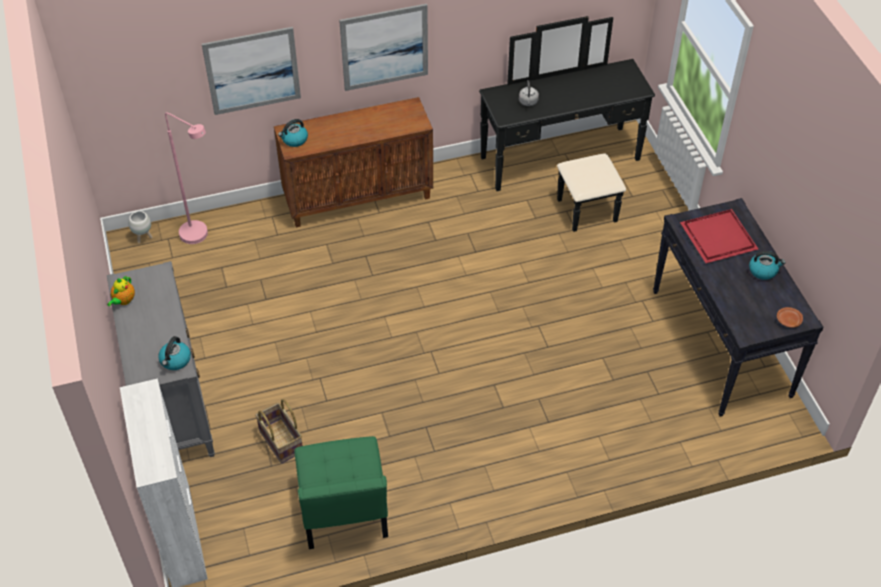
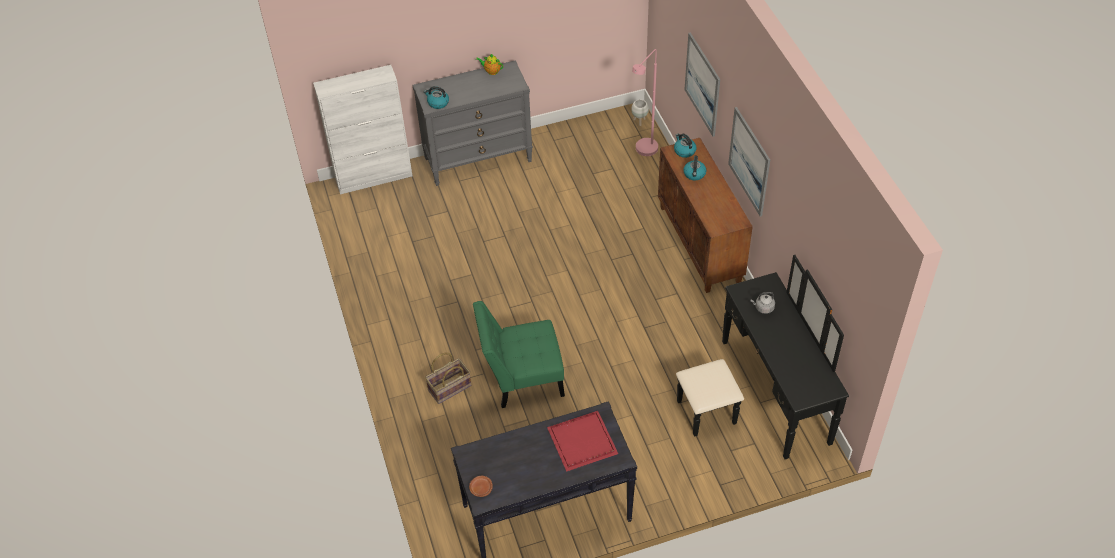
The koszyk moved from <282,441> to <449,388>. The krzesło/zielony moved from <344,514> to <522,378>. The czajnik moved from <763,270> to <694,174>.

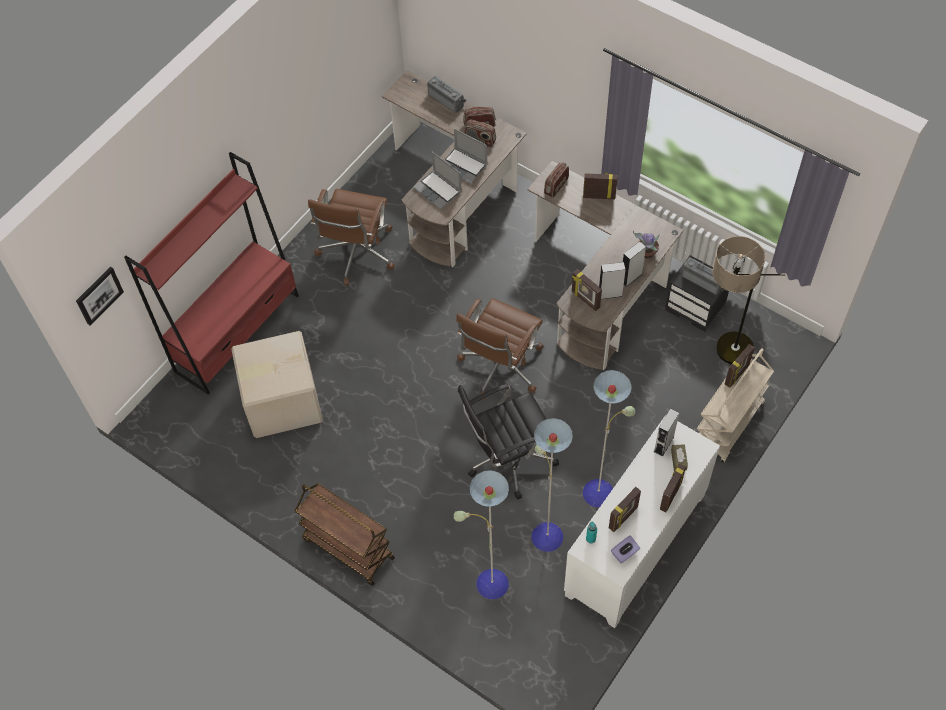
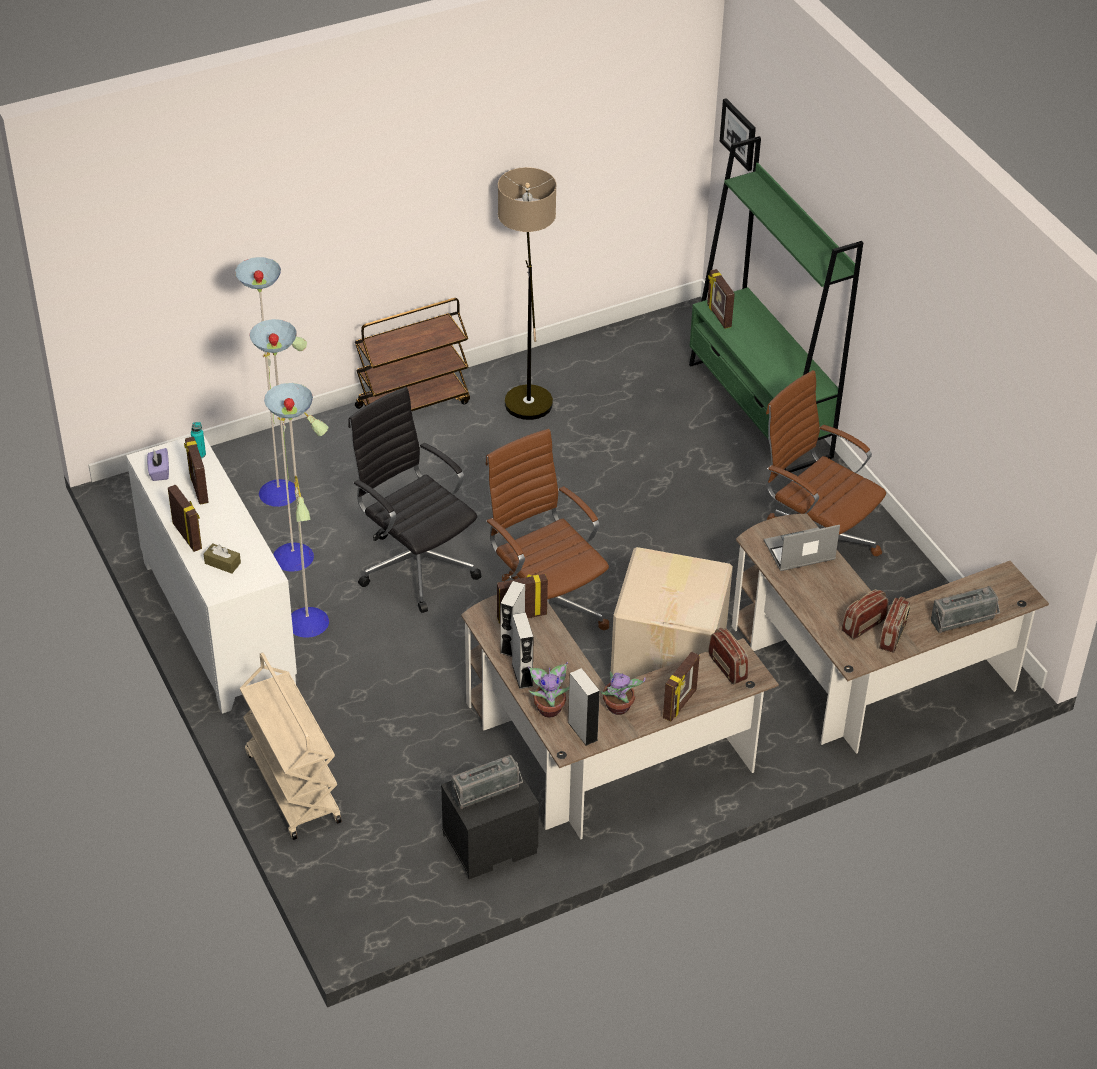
The laptop at <464,166> disappeared. The roślina doniczkowa at <618,708> appeared. The karton moved from <281,401> to <670,656>. The głośnik/szary moved from <663,444> to <582,731>. The lampa stojąca moved from <722,356> to <527,391>. The ramka na zdjęcie moved from <737,375> to <718,316>. The regał/czerwony at <237,333> became the regał/zielony at <759,410>. The krzesło biurowe/czarny at <508,458> turned 45 degrees counterclockwise.

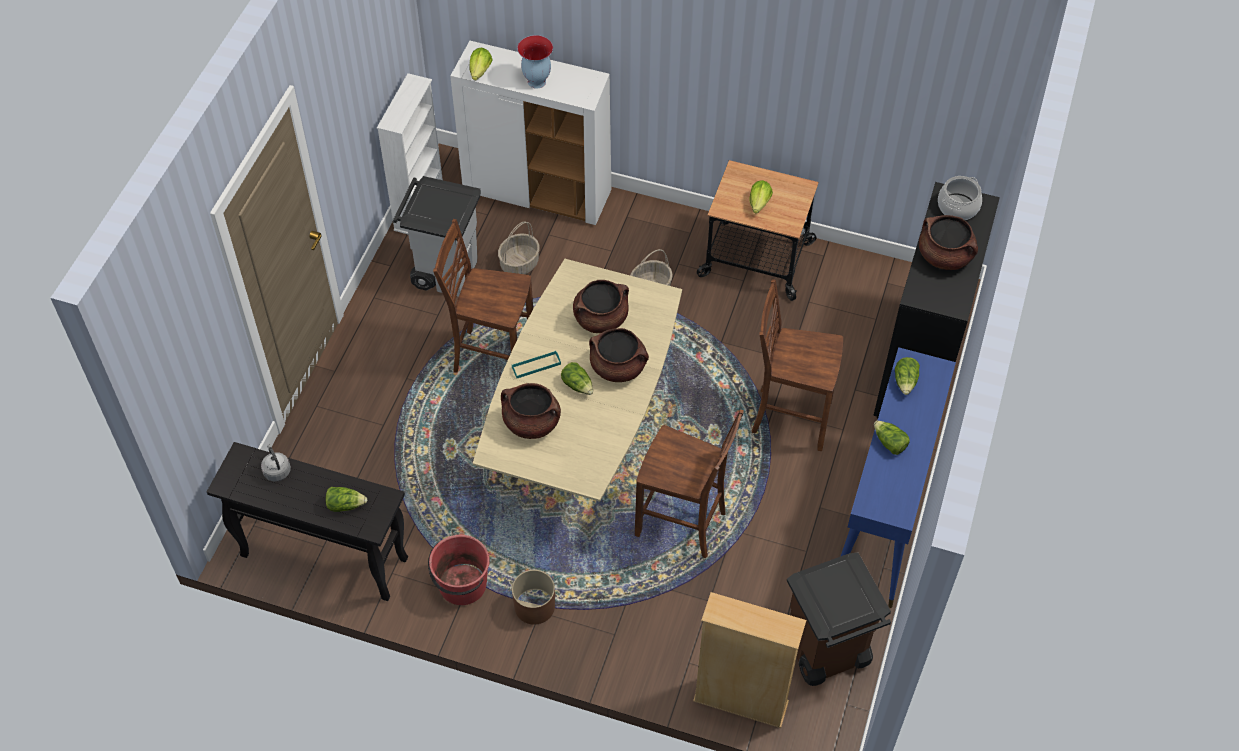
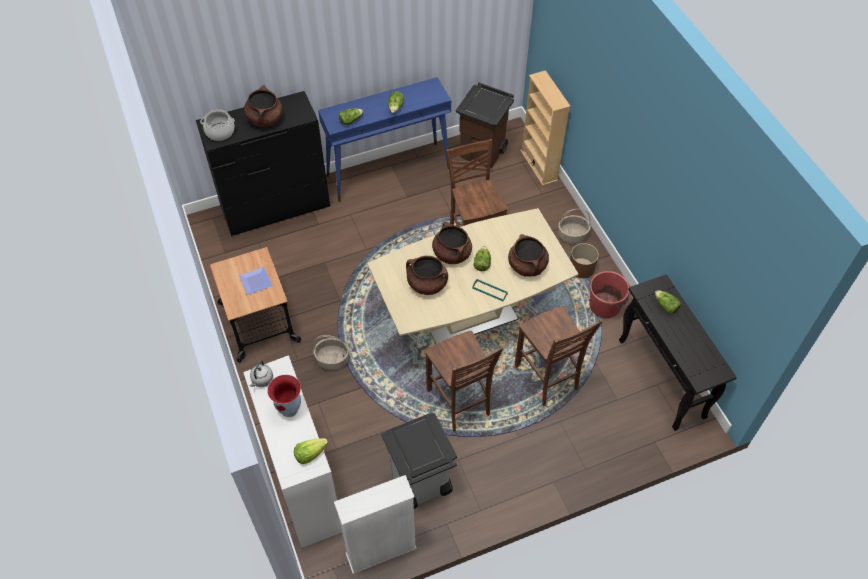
The czajnik/szary moved from <276,470> to <262,380>. The koszyk moved from <519,263> to <572,235>. The krzesło/brązowy moved from <789,417> to <547,378>. The sałata at <759,203> was replaced by the talerz at <254,281>.

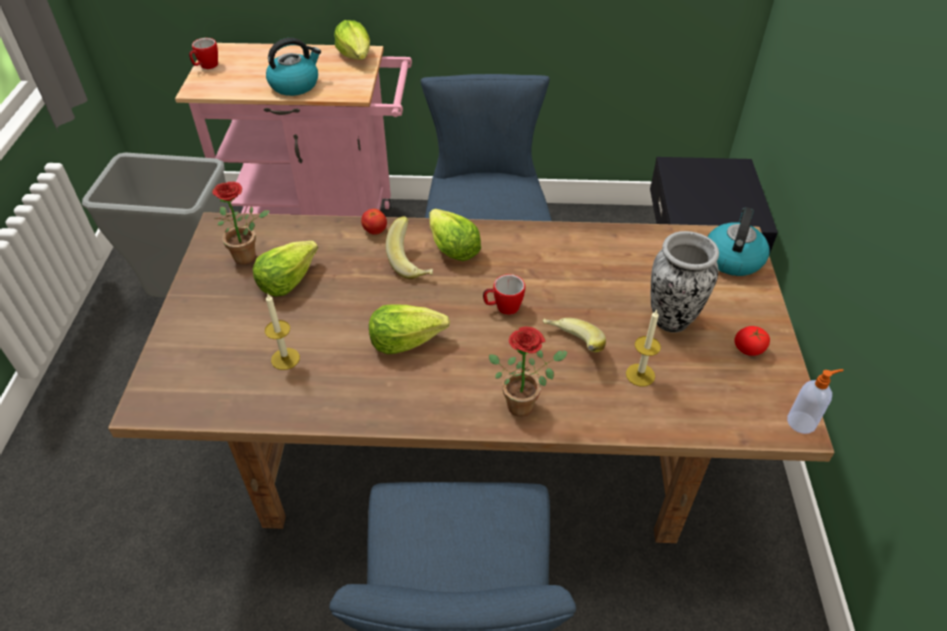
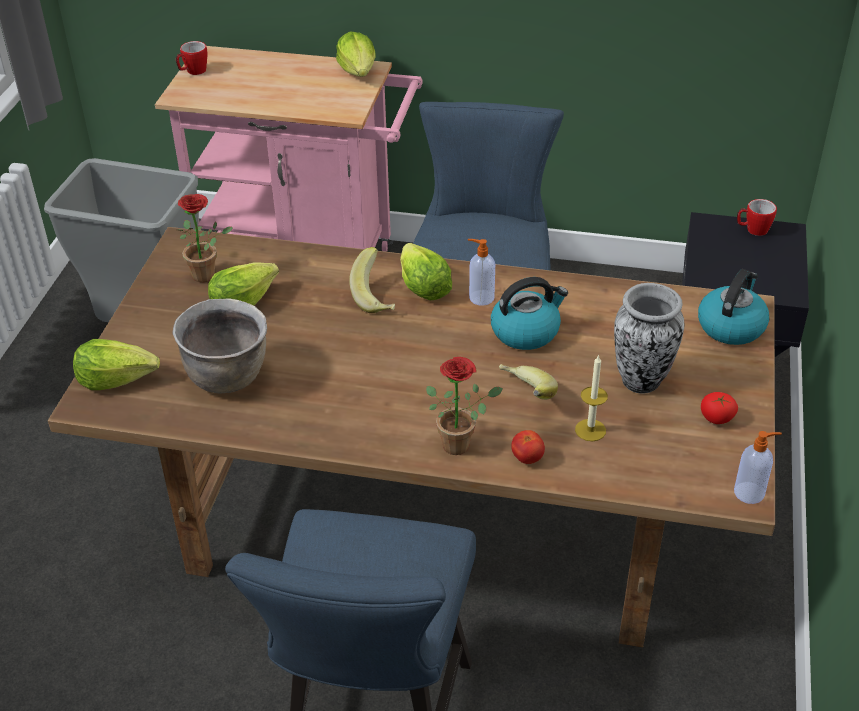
The dozownik mydła at <480,297> appeared. The czajnik moved from <295,85> to <526,331>. The pomidor moved from <375,231> to <527,458>. The sałata moved from <406,340> to <117,379>. The kubek moved from <503,307> to <752,230>. The świeca at <285,359> was replaced by the garnek/brązowy at <228,376>.

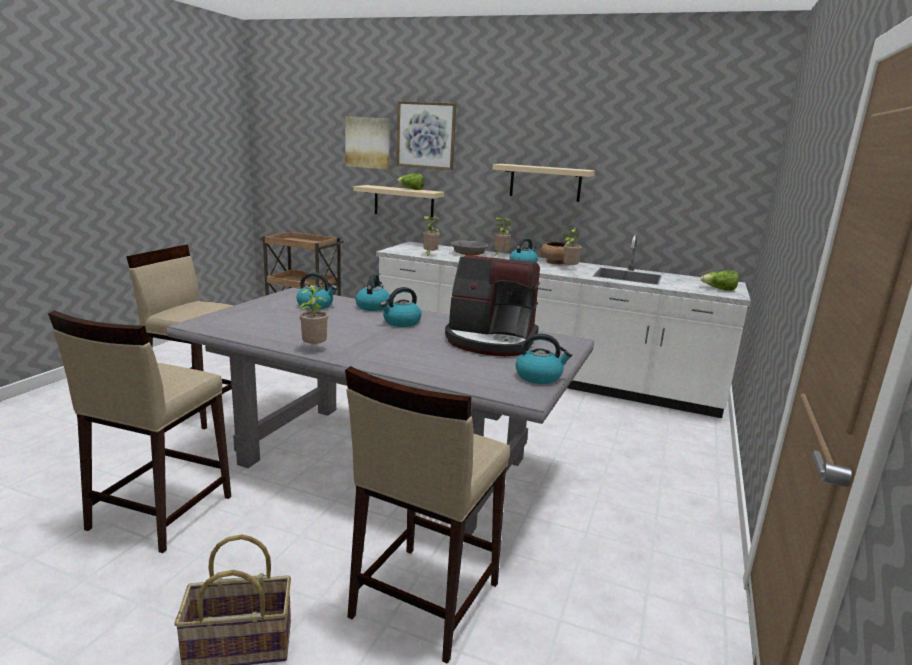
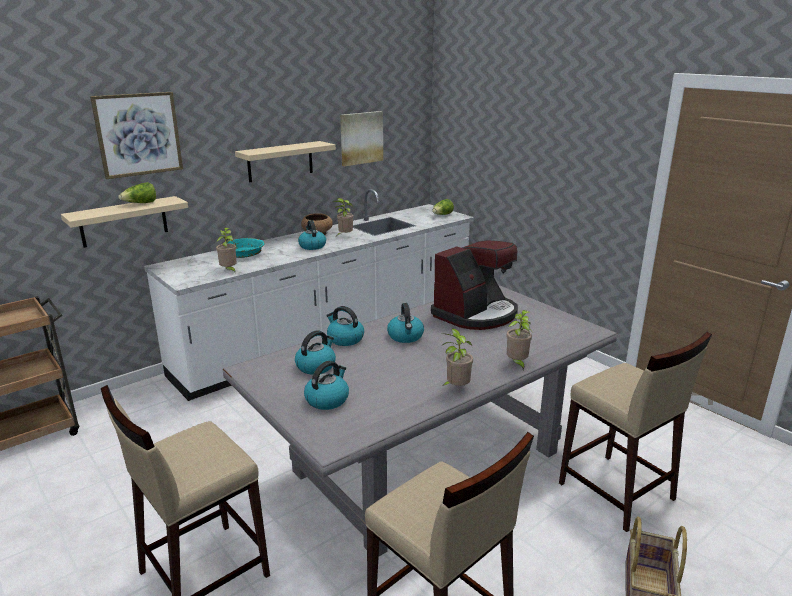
The obraz moved from <368,142> to <361,138>. The roślina doniczkowa moved from <500,256> to <517,364>. The czajnik moved from <539,377> to <327,399>. The miska/szary at <469,254> became the miska/turkusowy at <244,254>.

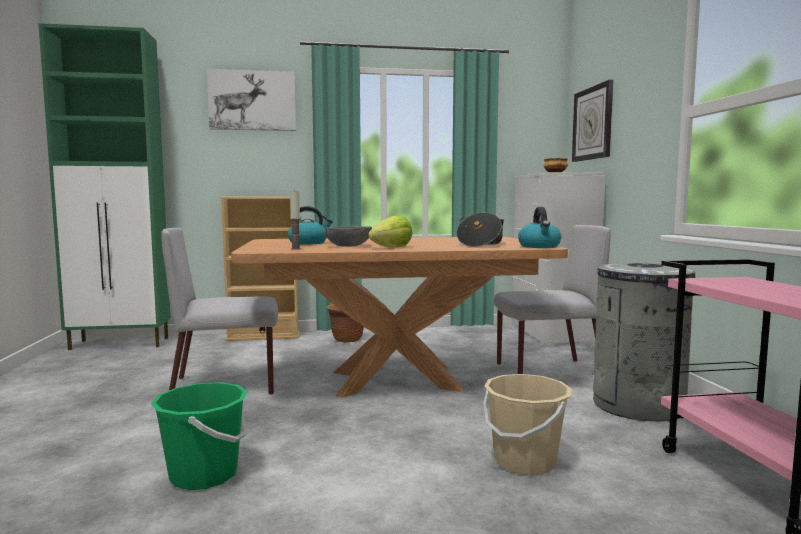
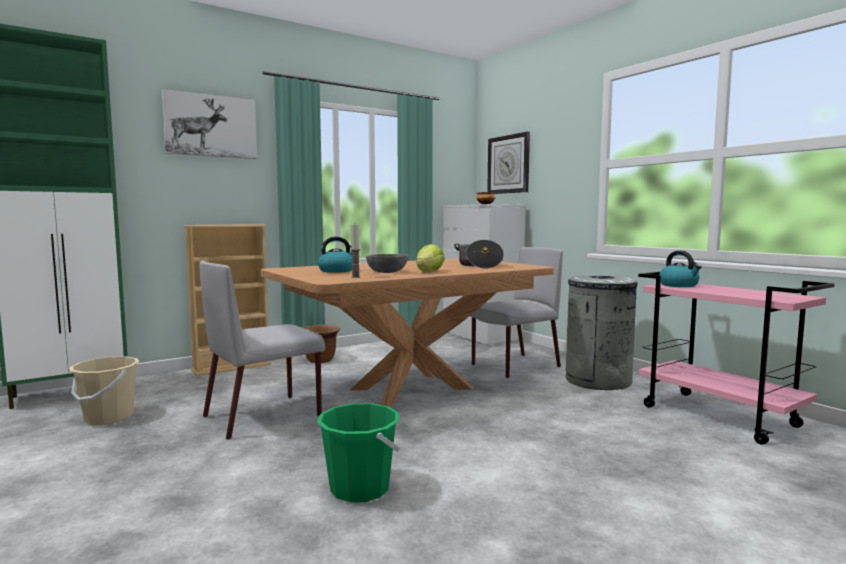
The wiadro/beżowy moved from <525,461> to <108,417>. The czajnik moved from <539,246> to <679,285>.

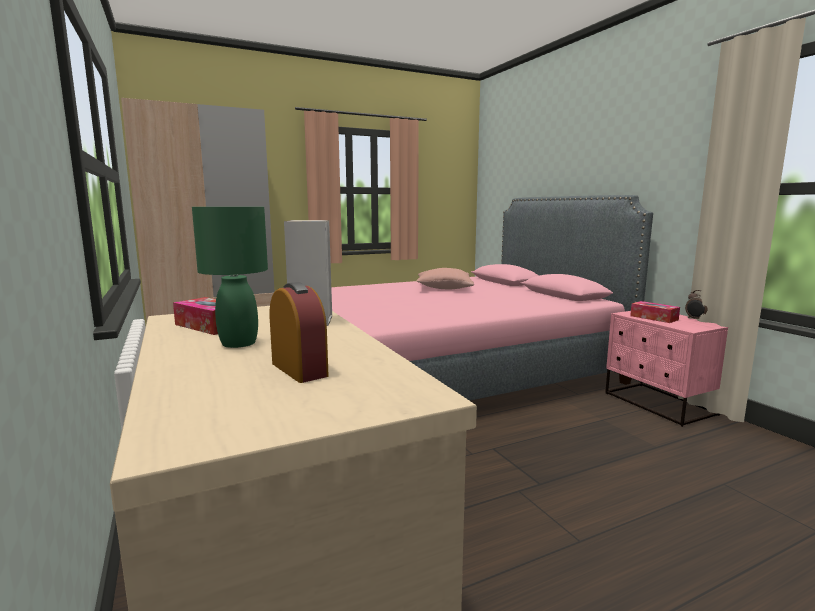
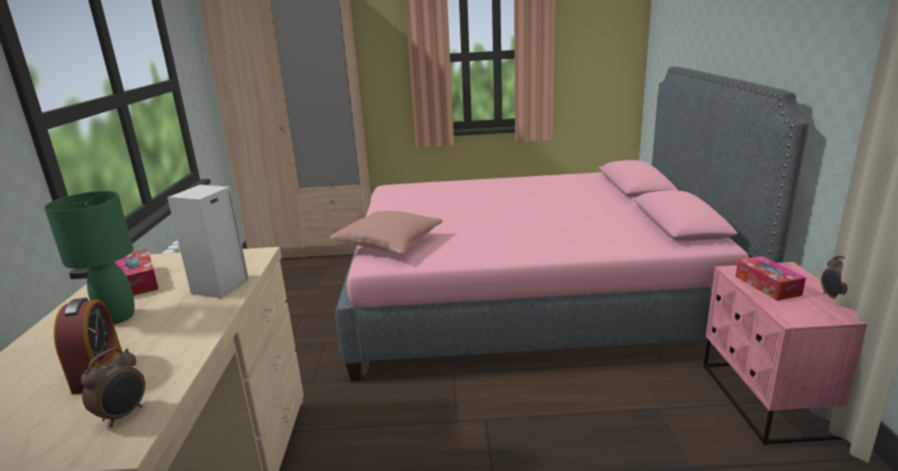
The budzik at <124,415> appeared. The poduszka/różowy moved from <444,288> to <389,244>.

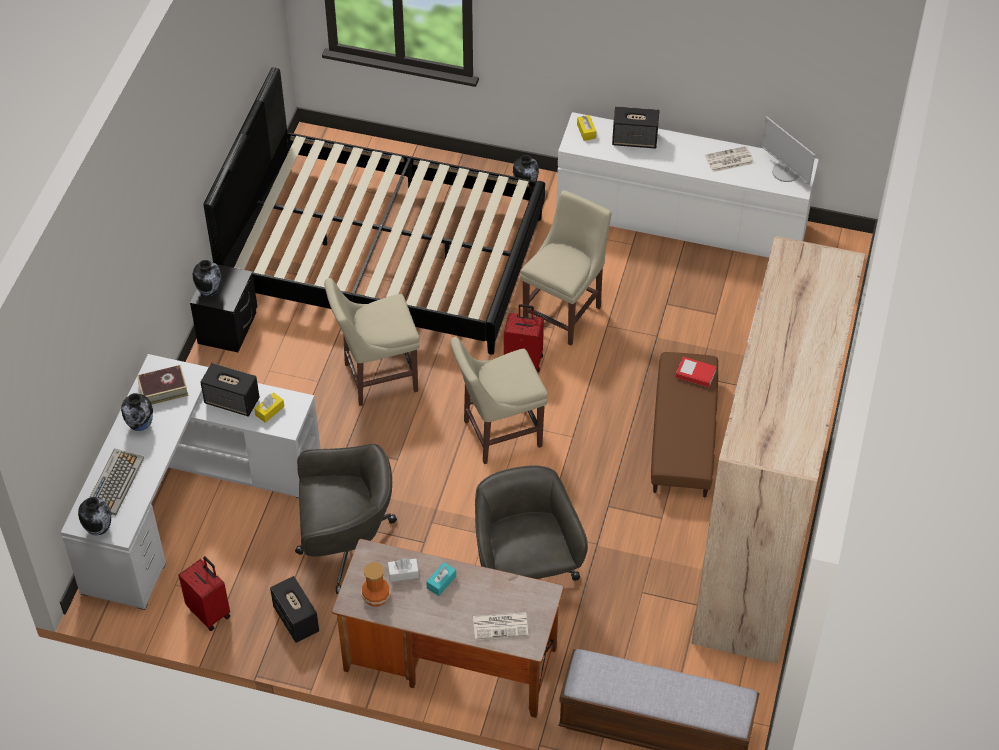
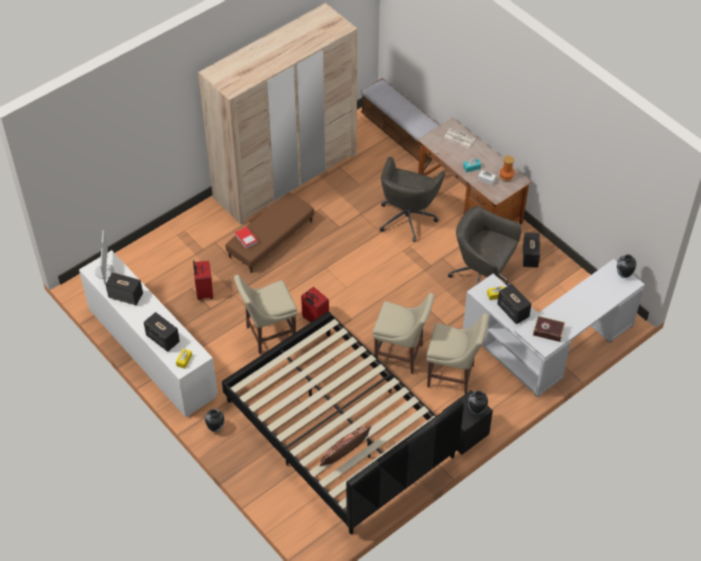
The klawiatura at <115,482> disappeared. The wazon at <141,426> disappeared. The poduszka/brązowy at <345,452> appeared. The walizka/czerwony moved from <210,612> to <204,292>. The krzesło/beżowy moved from <498,434> to <453,376>. The gazeta at <729,160> was replaced by the głośnik at <126,296>.

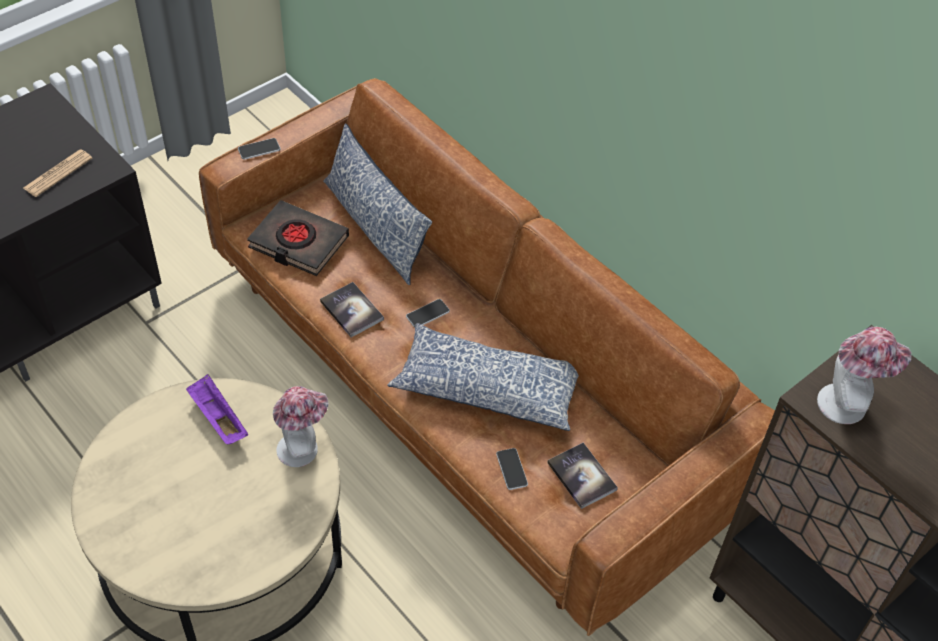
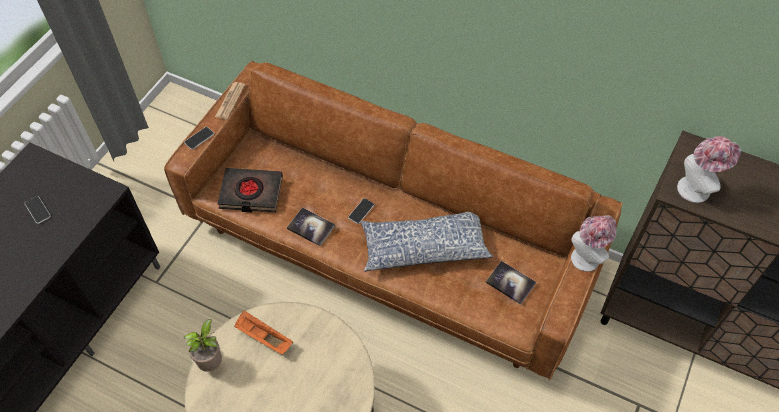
The poduszka at <375,227> disappeared. The roślina doniczkowa at <212,362> appeared. The gazeta moved from <58,173> to <230,101>. The kapelusz moved from <303,447> to <587,256>. The telefon moved from <511,469> to <38,210>. The taca/fioletowy at <217,418> became the taca/pomarańczowy at <263,337>.

